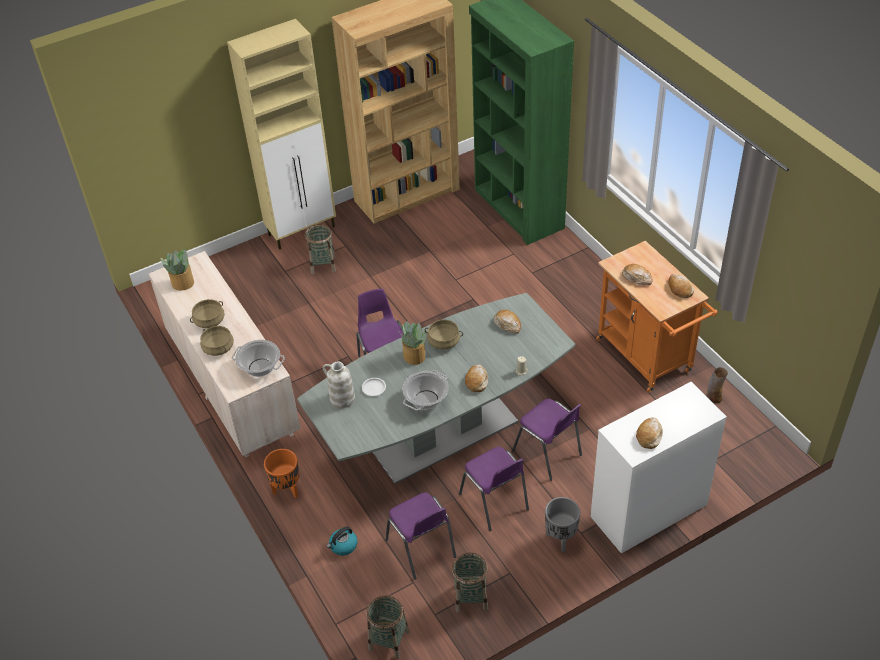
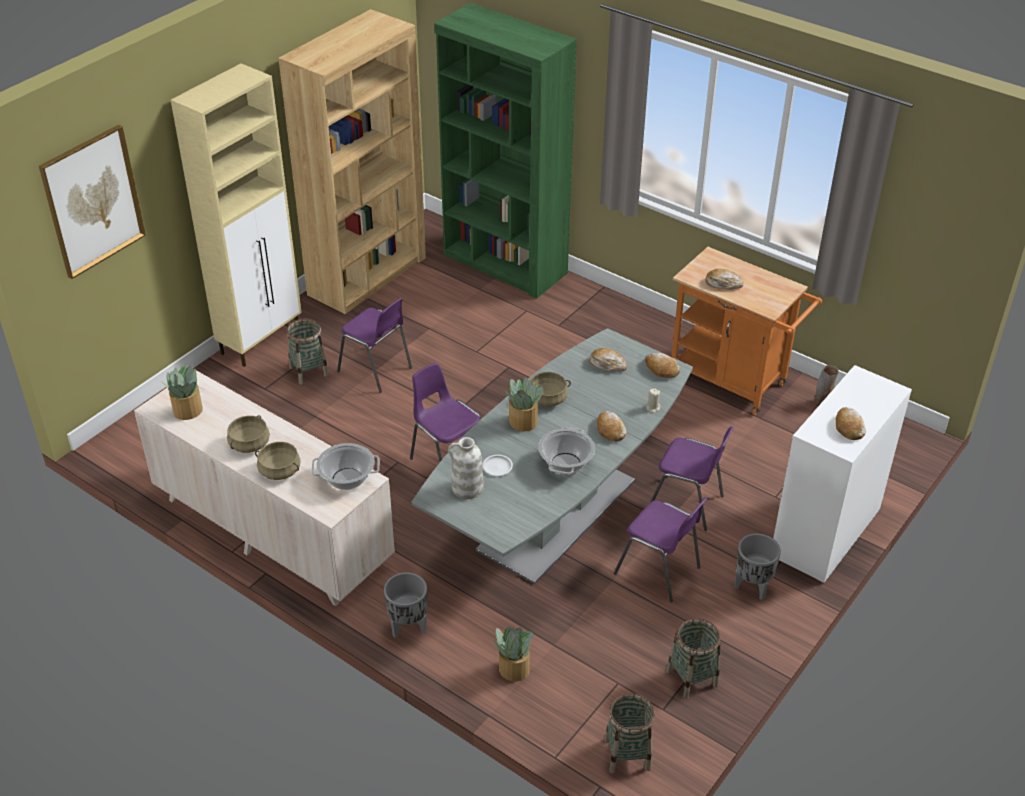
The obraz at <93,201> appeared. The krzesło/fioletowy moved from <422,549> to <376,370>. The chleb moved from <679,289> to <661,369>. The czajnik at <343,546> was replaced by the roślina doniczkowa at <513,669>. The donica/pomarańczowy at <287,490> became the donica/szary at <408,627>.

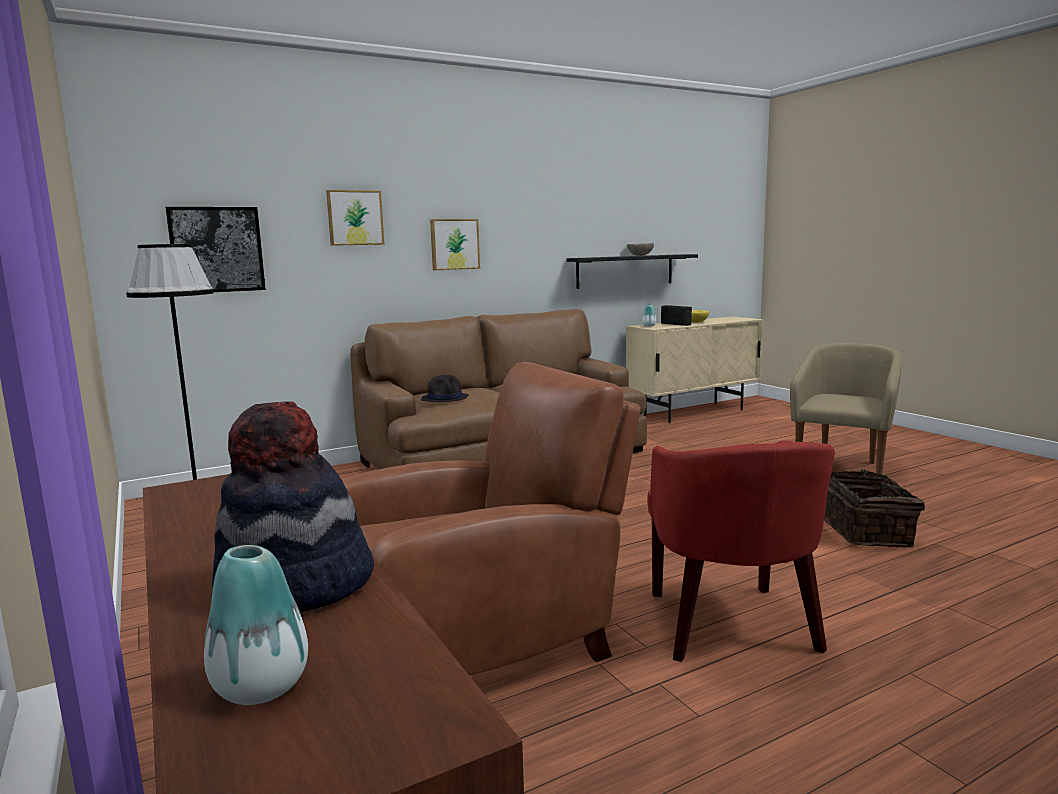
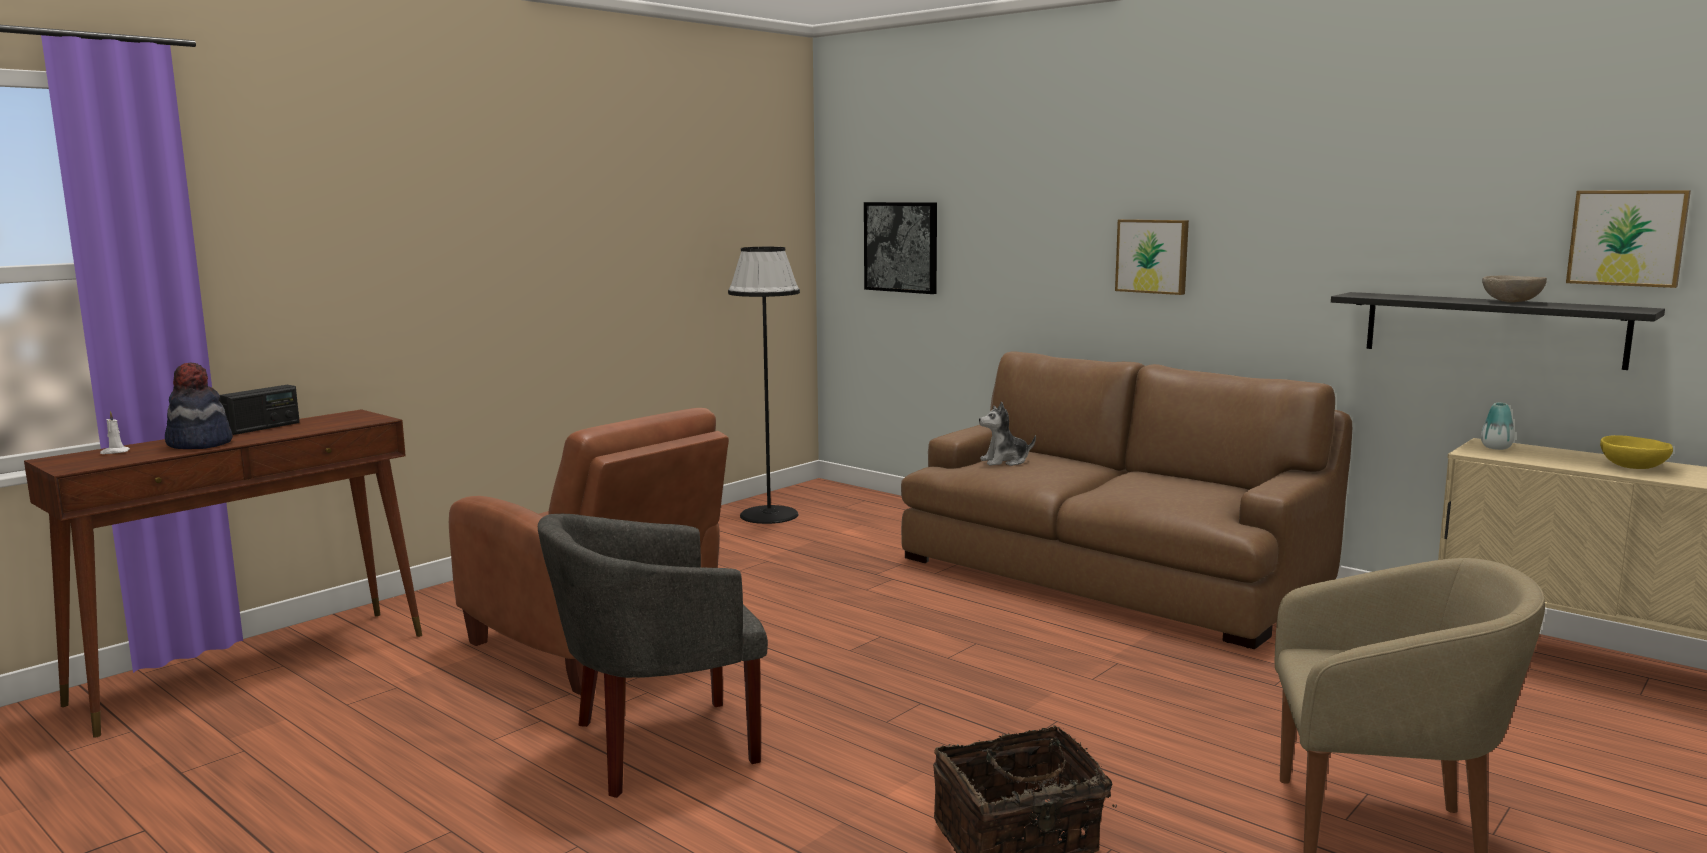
The obraz moved from <355,218> to <1627,237>. The radio moved from <676,324> to <262,428>. The wazon at <261,687> was replaced by the świeca/biały at <114,452>. The kapelusz/czarny at <445,398> was replaced by the pluszak at <1005,461>. The fotel/czerwony at <731,626> became the fotel/szary at <658,746>.

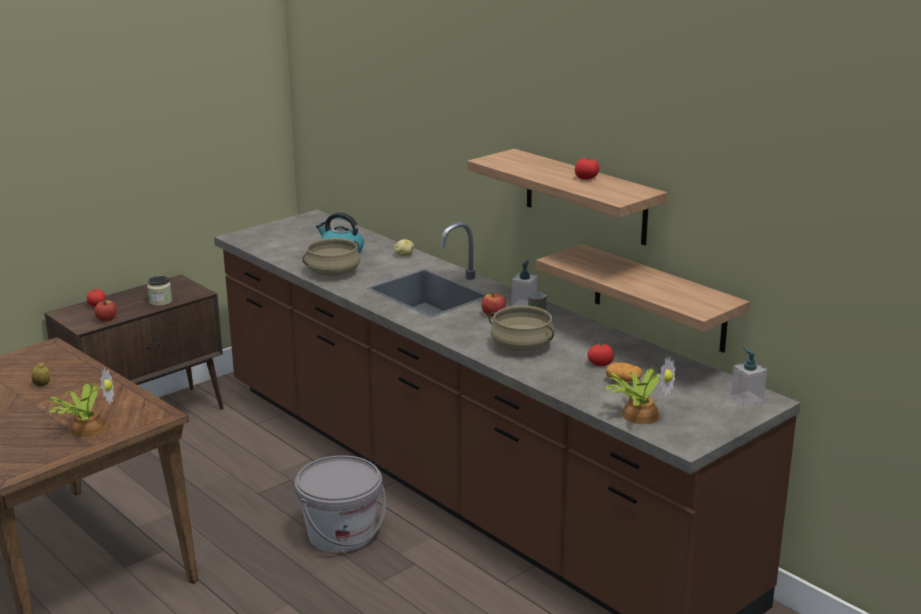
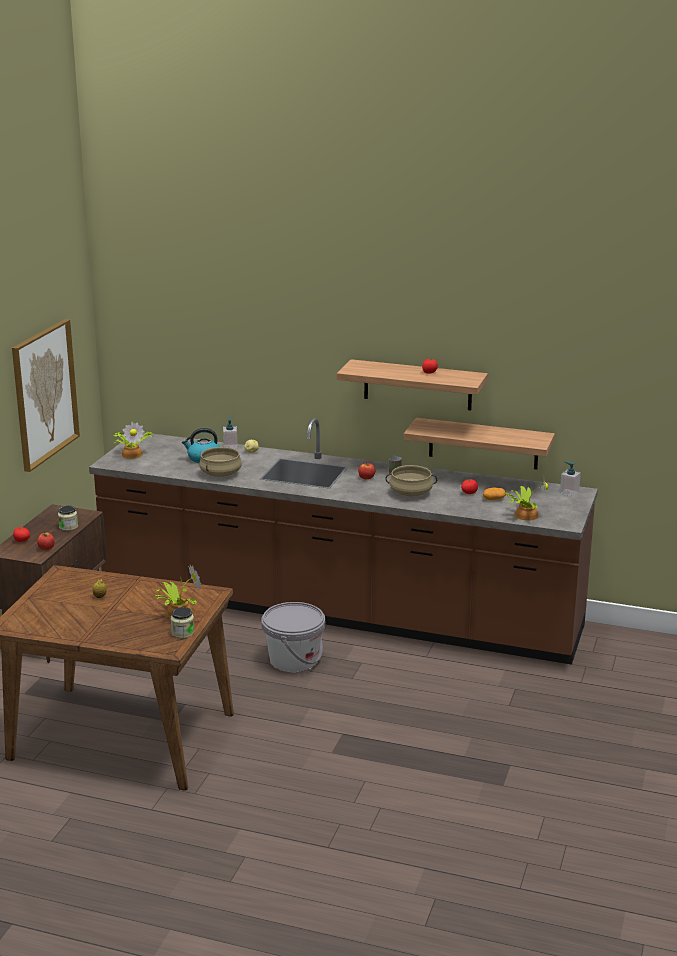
The obraz at <44,394> appeared. The roślina doniczkowa at <132,454> appeared. The słoik at <183,633> appeared. The dozownik mydła moved from <524,304> to <230,447>.

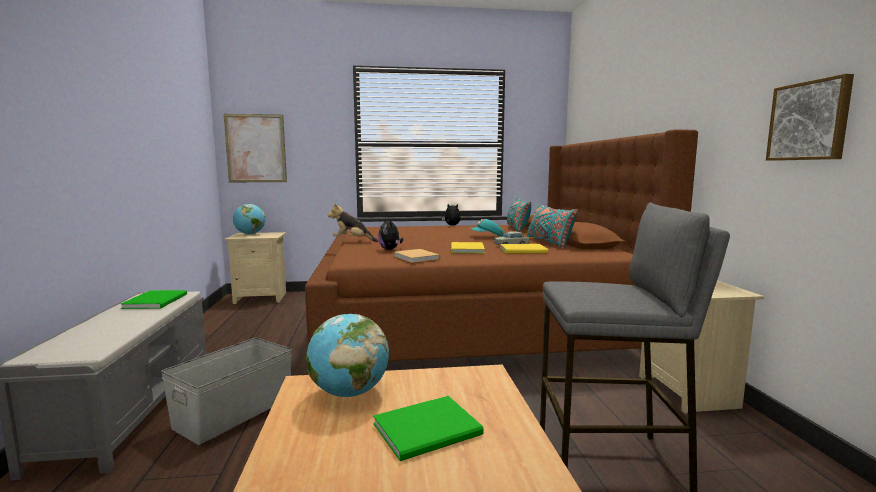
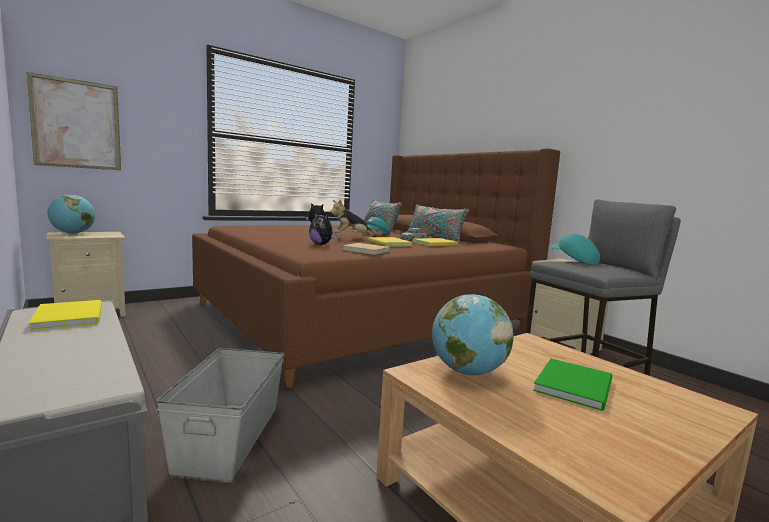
The obraz at <809,121> disappeared. The czapka z daszkiem/turkusowy at <573,260> appeared. The pluszak moved from <352,241> to <351,237>. The książka/zielony at <158,301> became the książka/żółty at <71,316>.

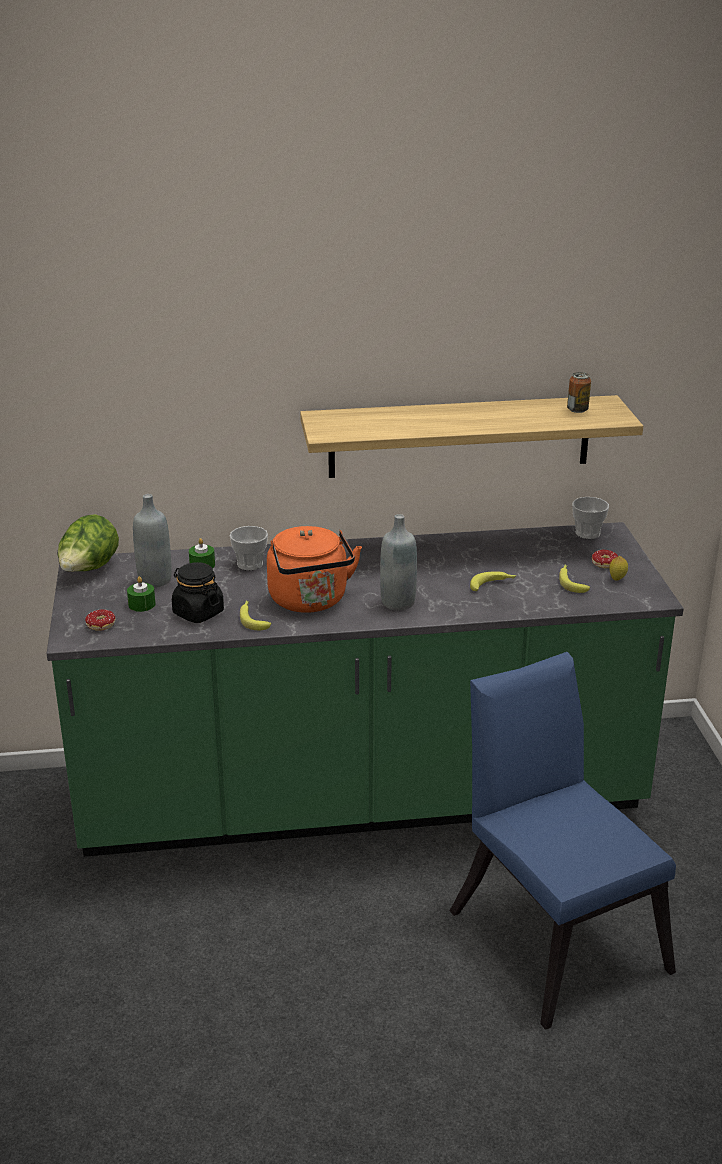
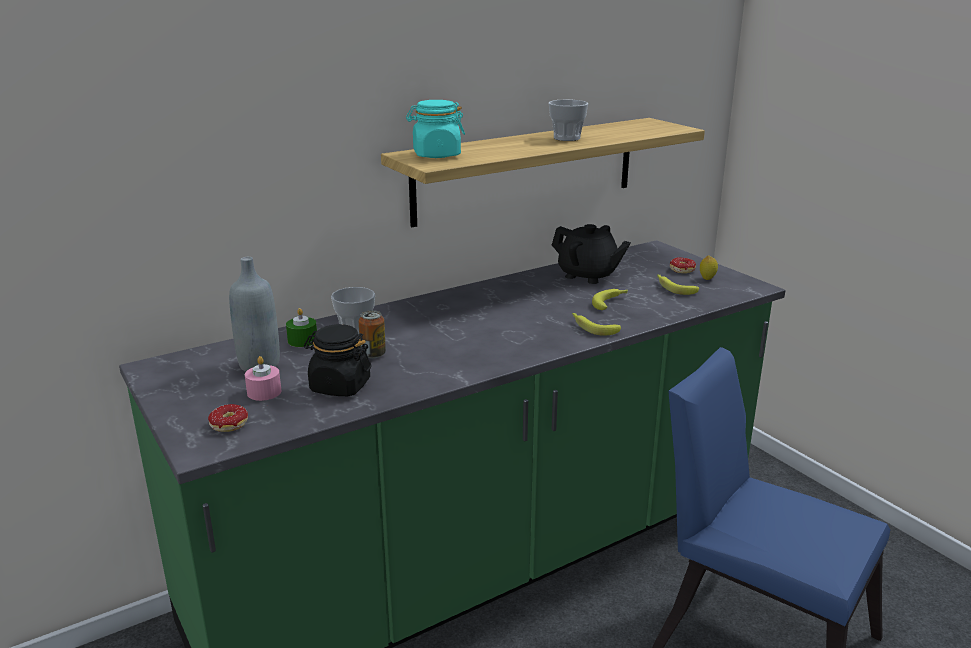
The sałata at <89,570> disappeared. The czajnik/pomarańczowy at <310,601> disappeared. The butelka/szary at <398,603> disappeared. The słoik/turkusowy at <436,155> appeared. The imbryk/czarny at <588,275> appeared. The banan moved from <253,619> to <592,327>. The puszka moved from <577,410> to <373,354>. The filiżanka moved from <587,533> to <566,138>. The świeca/zielony at <142,604> became the świeca/różowy at <264,392>.

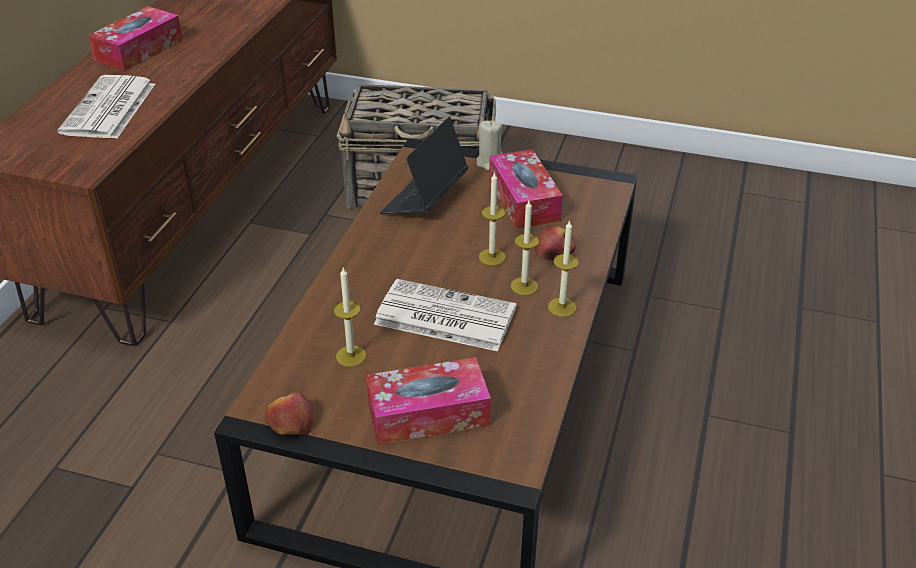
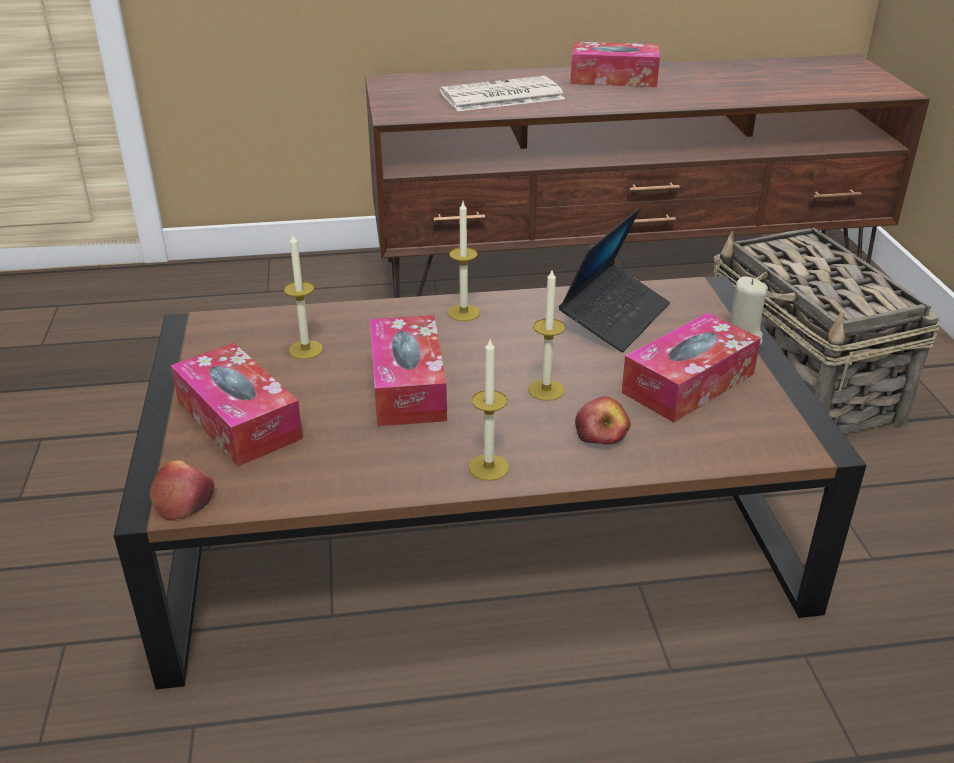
The jabłko moved from <290,423> to <183,499>. The świeca moved from <524,286> to <463,313>. The gazeta at <443,316> was replaced by the pudełko chusteczek at <407,386>. The laptop at <425,199> turned 120 degrees clockwise.

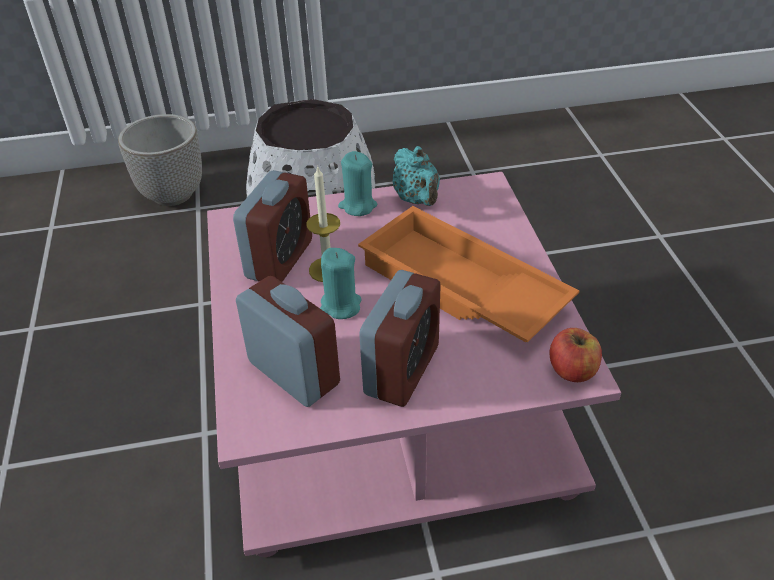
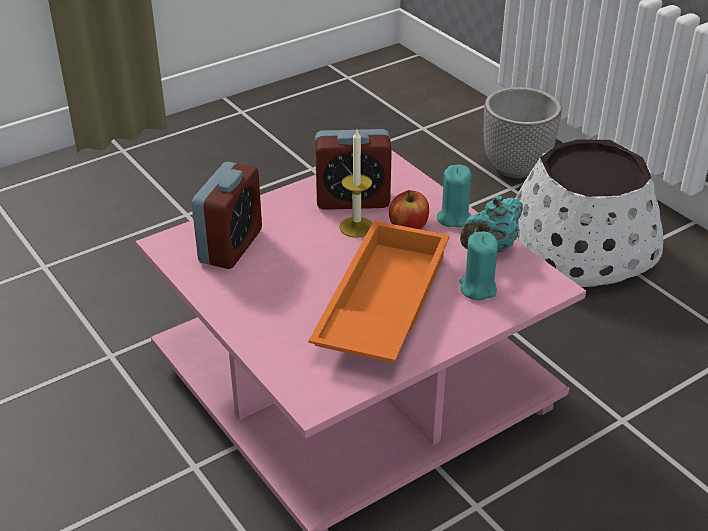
The budzik at <402,370> disappeared. The świeca/turkusowy moved from <340,306> to <477,288>. The jabłko moved from <572,370> to <408,226>.

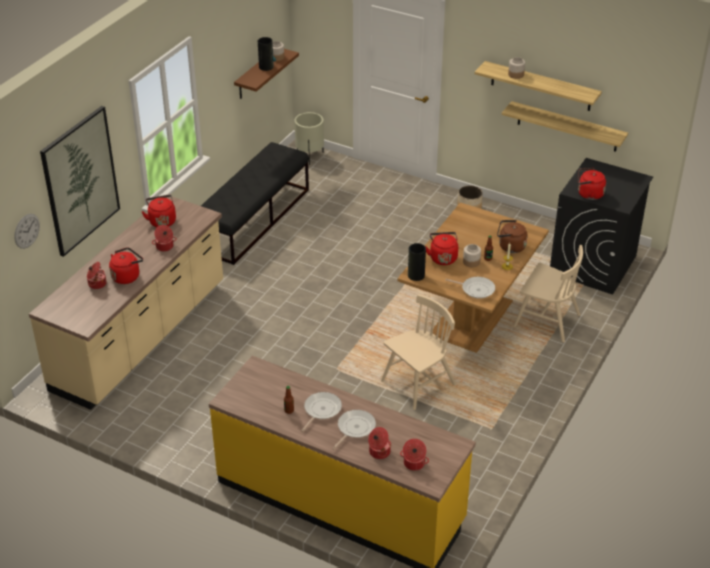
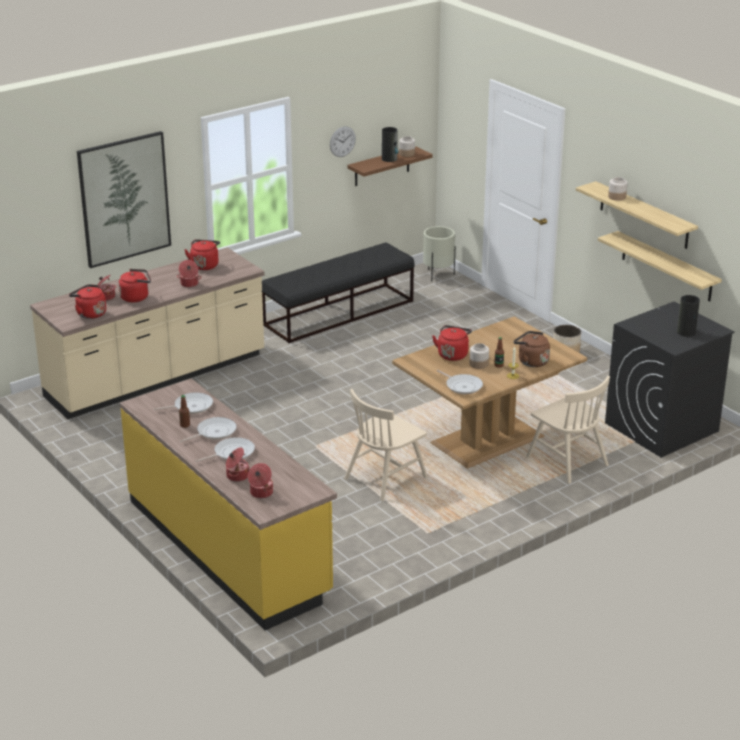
The patelnia at <191,406> appeared. The zegar ścienny moved from <27,231> to <342,141>. The wazon moved from <415,275> to <686,332>. The czajnik/czerwony moved from <588,194> to <89,313>. The krzesło/beżowy at <418,383> turned 150 degrees clockwise.

